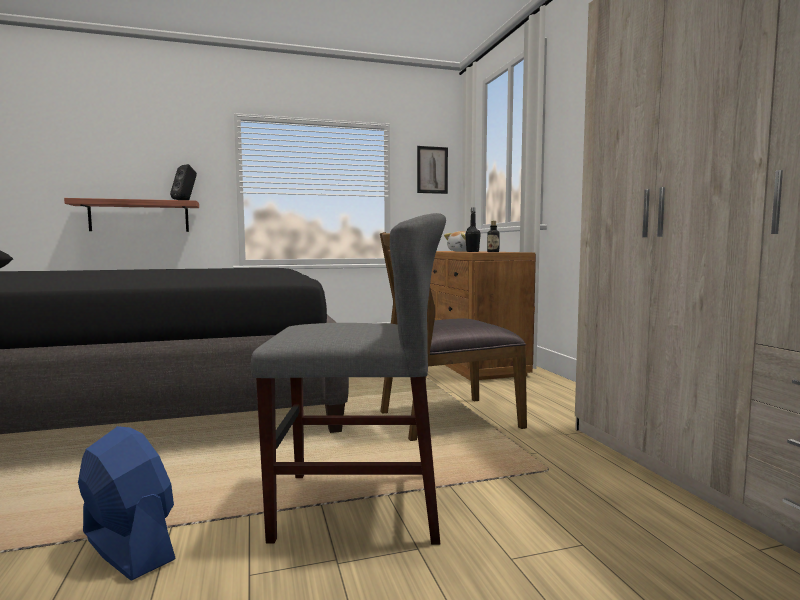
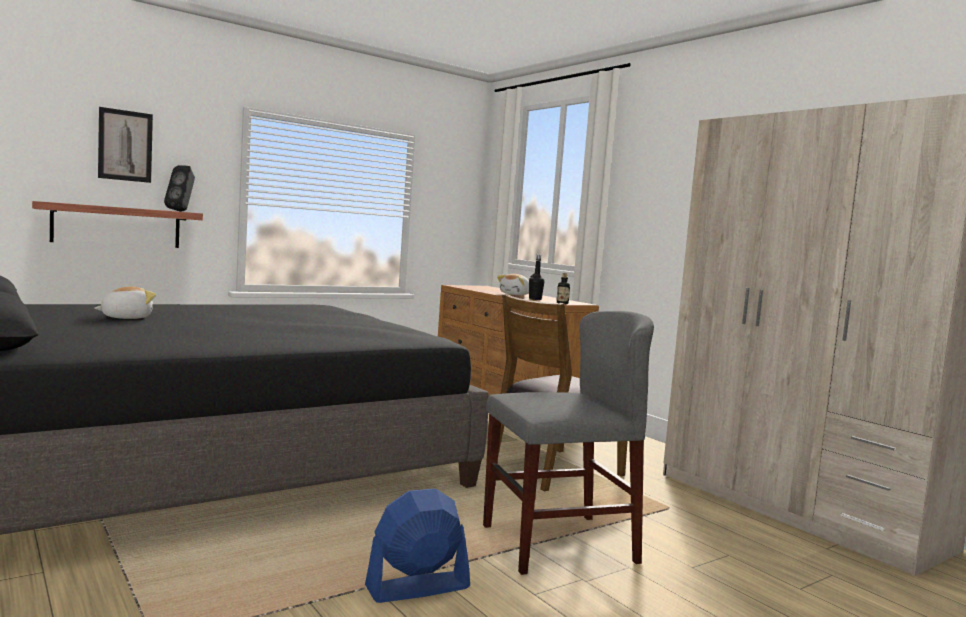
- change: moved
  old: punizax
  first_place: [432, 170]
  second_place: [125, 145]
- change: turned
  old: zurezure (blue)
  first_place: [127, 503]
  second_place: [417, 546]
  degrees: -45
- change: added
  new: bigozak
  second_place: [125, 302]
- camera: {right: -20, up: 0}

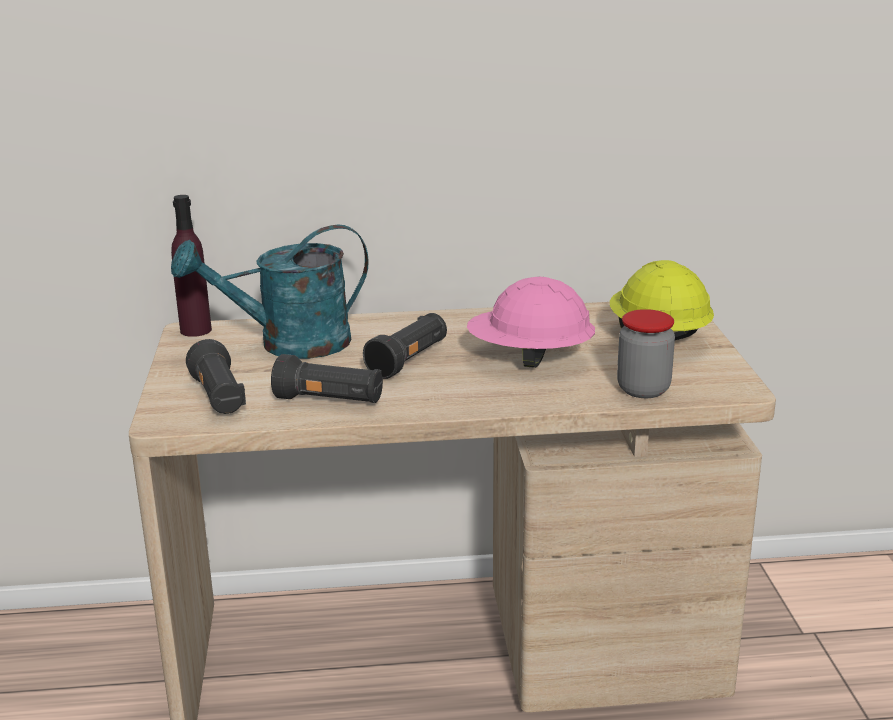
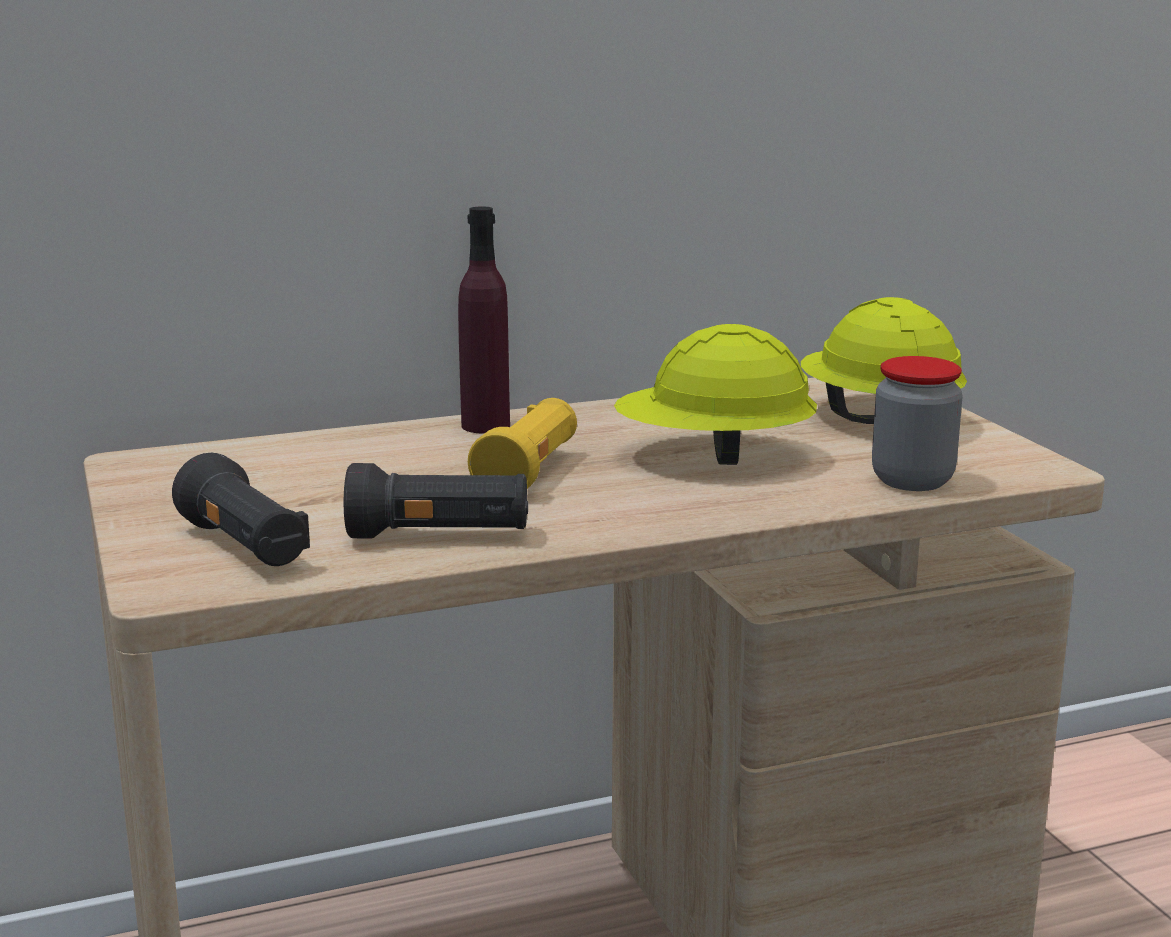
- change: moved
  old: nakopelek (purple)
  first_place: [191, 266]
  second_place: [484, 320]
- change: removed
  old: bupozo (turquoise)
  first_place: [270, 291]
- change: recoloured
  old: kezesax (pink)
  new: kezesax (yellow)
  first_place: [531, 322]
  second_place: [715, 394]
- change: recoloured
  old: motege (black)
  new: motege (yellow)
  first_place: [405, 346]
  second_place: [522, 443]
- camera: {right: -15, up: -5}

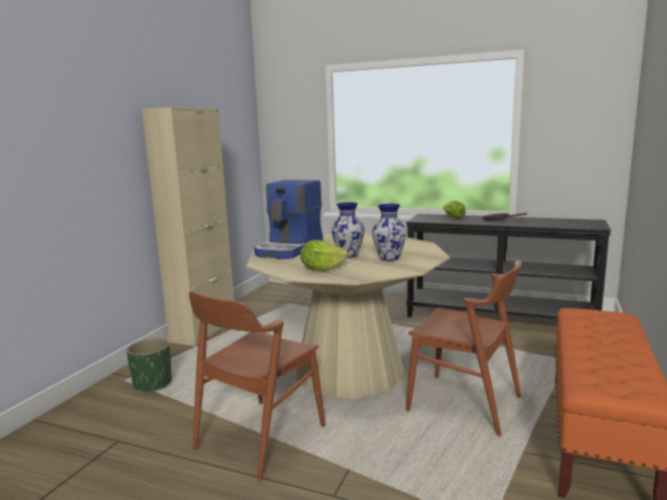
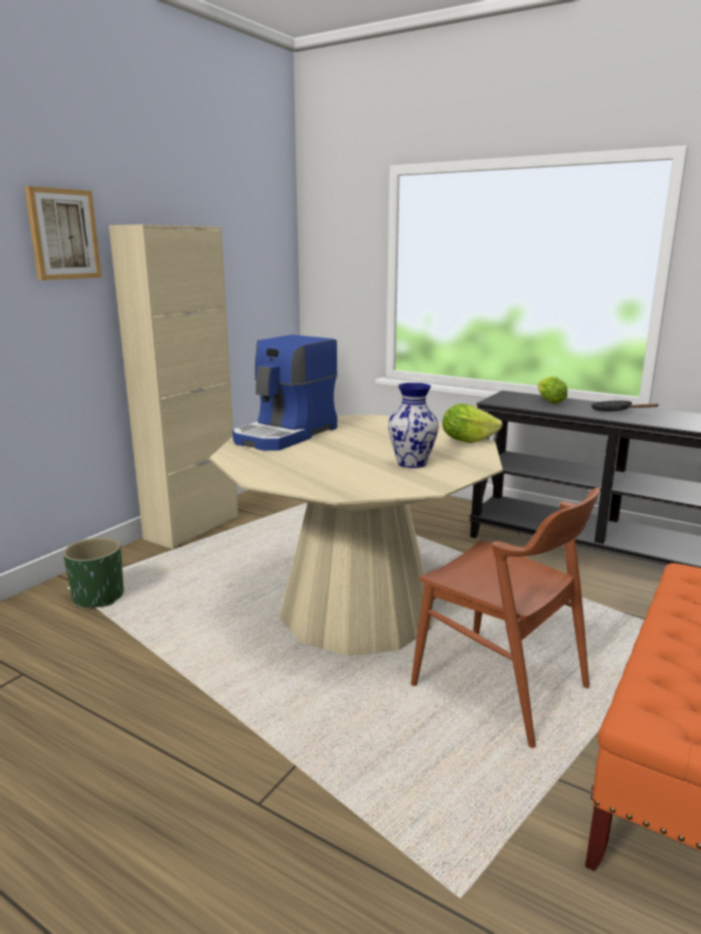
- change: removed
  old: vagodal
  first_place: [348, 230]
- change: moved
  old: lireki
  first_place: [324, 255]
  second_place: [473, 423]
- change: removed
  old: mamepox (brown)
  first_place: [257, 386]
- change: added
  new: punizax
  second_place: [63, 233]
- camera: {right: 10, up: 5}

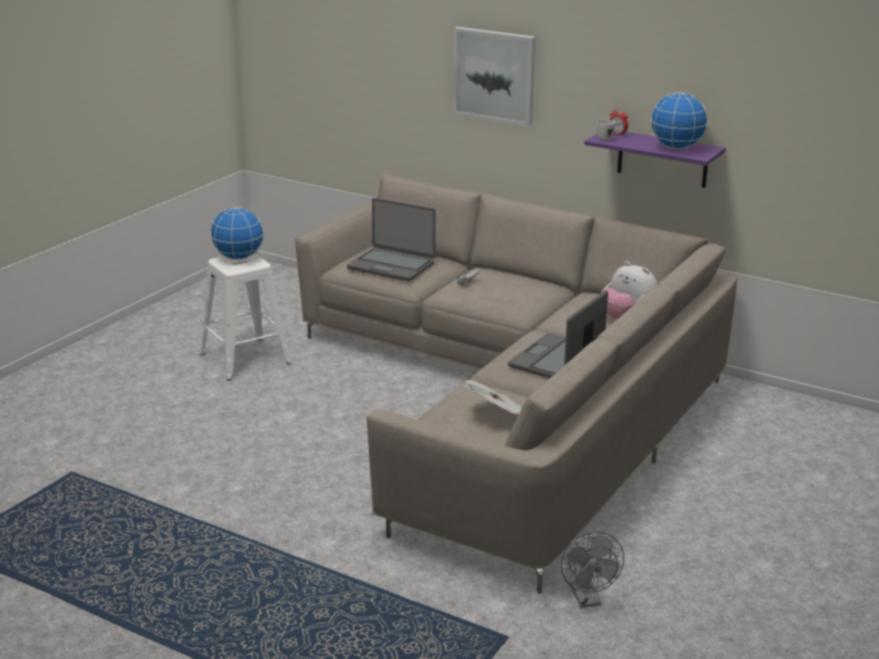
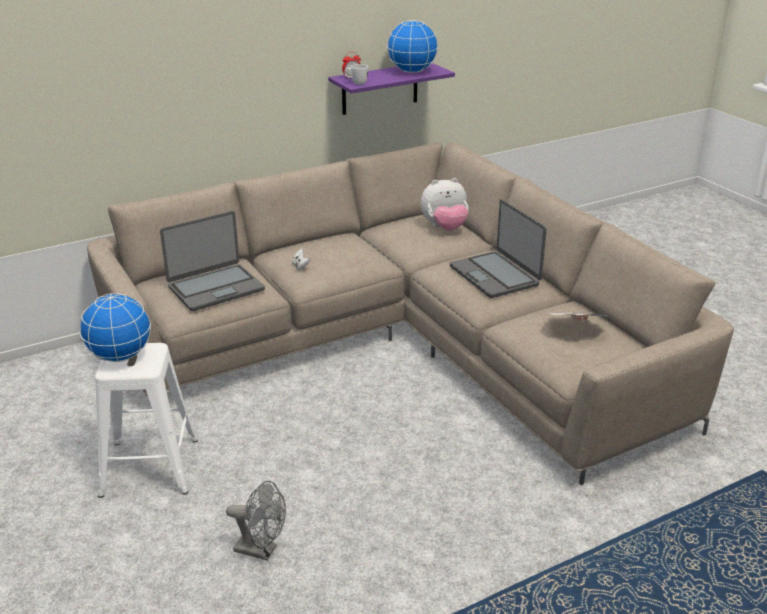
- change: removed
  old: punizax
  first_place: [494, 77]
- change: moved
  old: zurezure (grey)
  first_place: [592, 570]
  second_place: [256, 520]
- camera: {right: -60, up: 5}

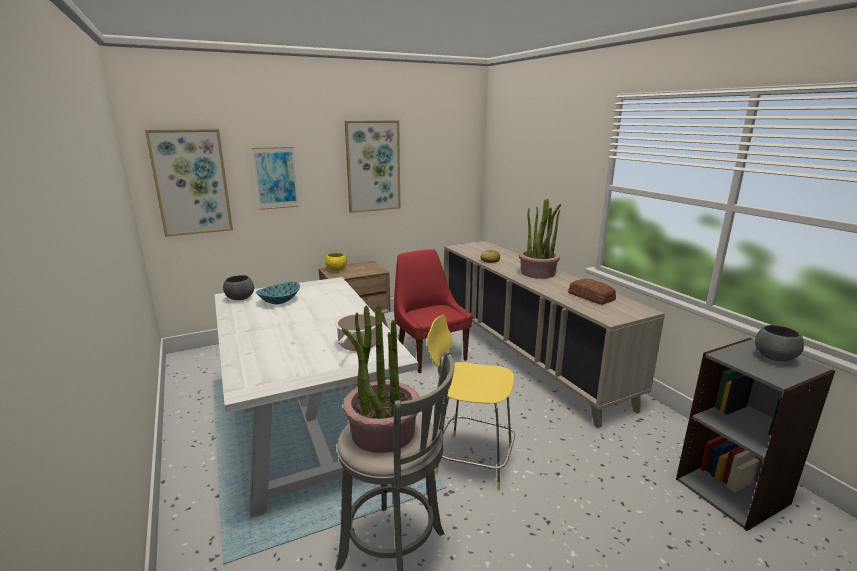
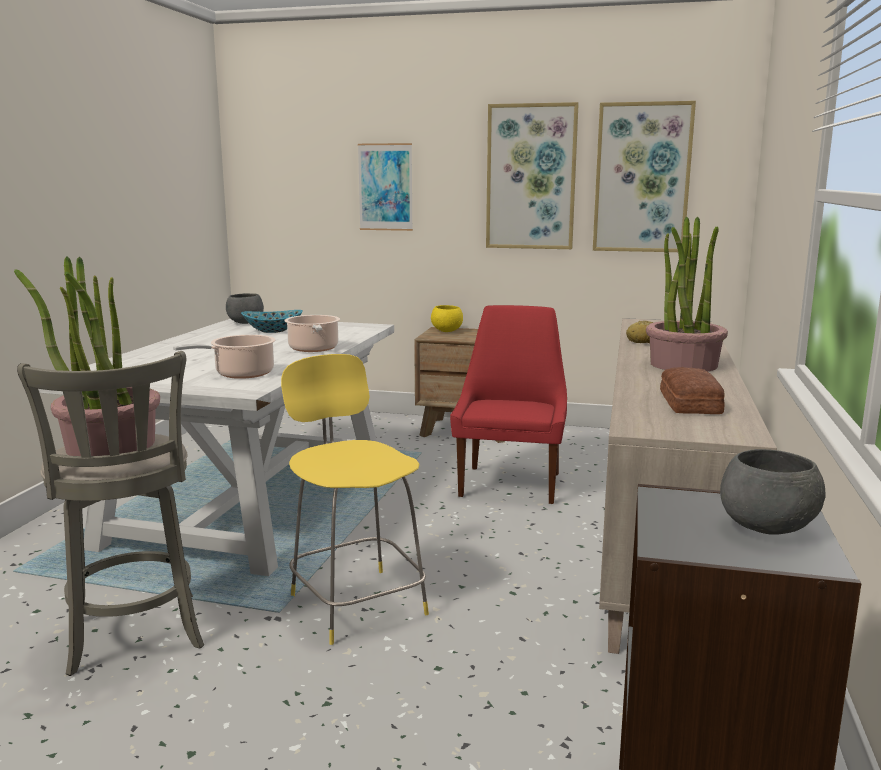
- change: moved
  old: punizax
  first_place: [189, 183]
  second_place: [644, 176]
- change: added
  new: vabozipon
  second_place: [312, 333]
- camera: {right: 40, up: -5}

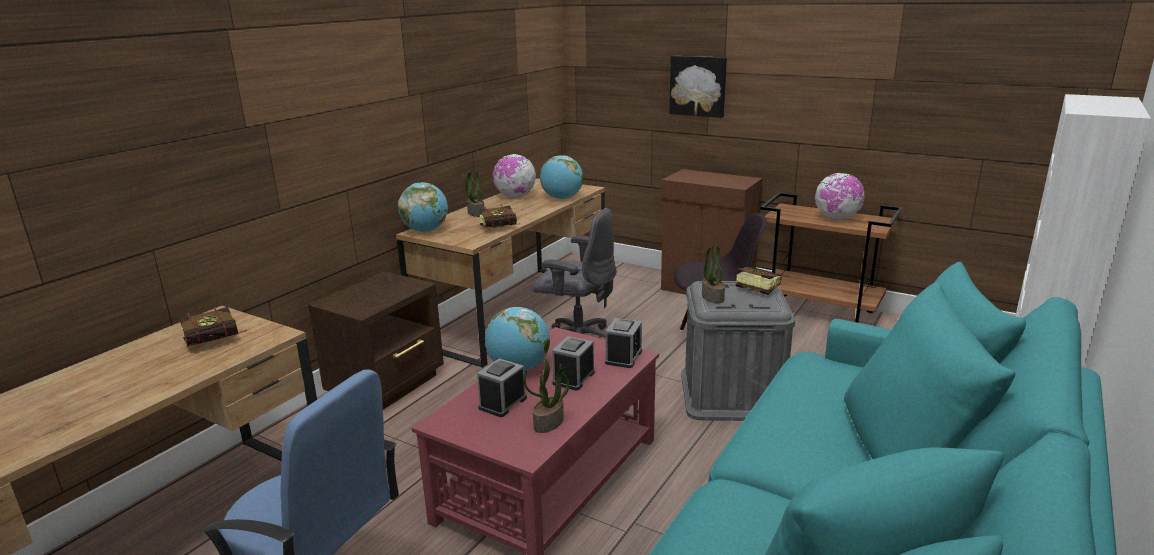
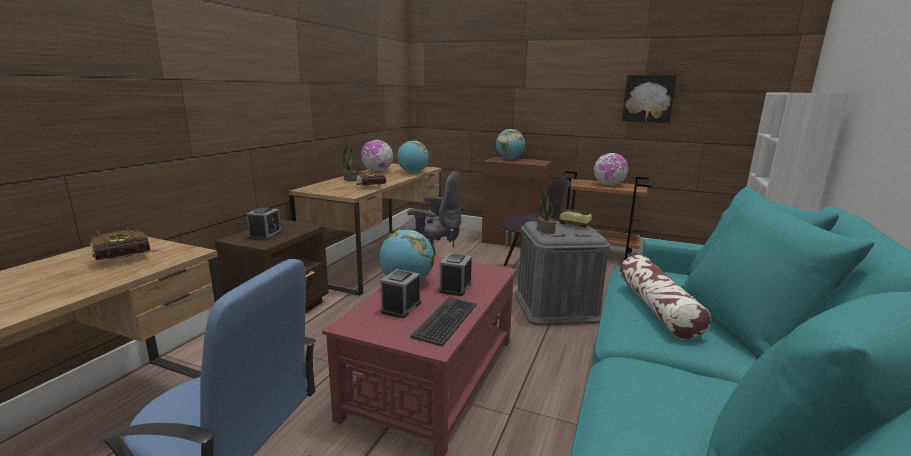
- change: moved
  old: punizax
  first_place: [698, 87]
  second_place: [649, 99]
- change: moved
  old: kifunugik
  first_place: [423, 207]
  second_place: [510, 144]
- change: moved
  old: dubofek
  first_place: [623, 343]
  second_place: [264, 224]
- change: replaced
  old: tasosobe
  new: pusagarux
  first_place: [546, 396]
  second_place: [443, 322]
- change: added
  new: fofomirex
  second_place: [665, 297]
- camera: {right: -10, up: -5}

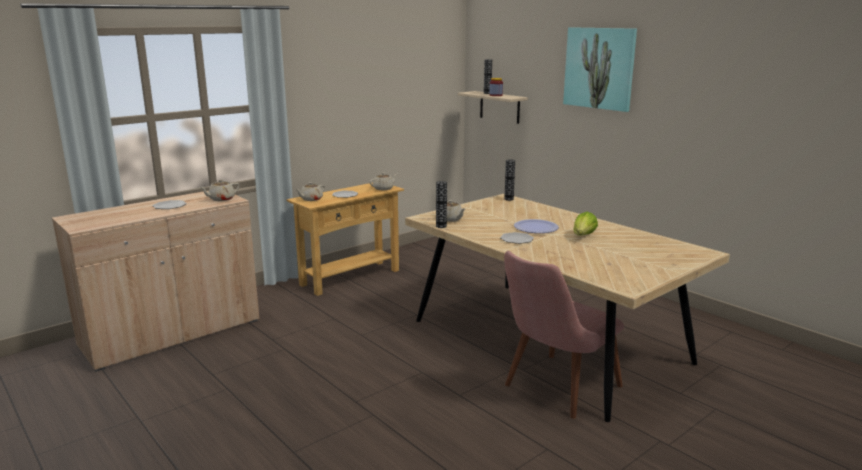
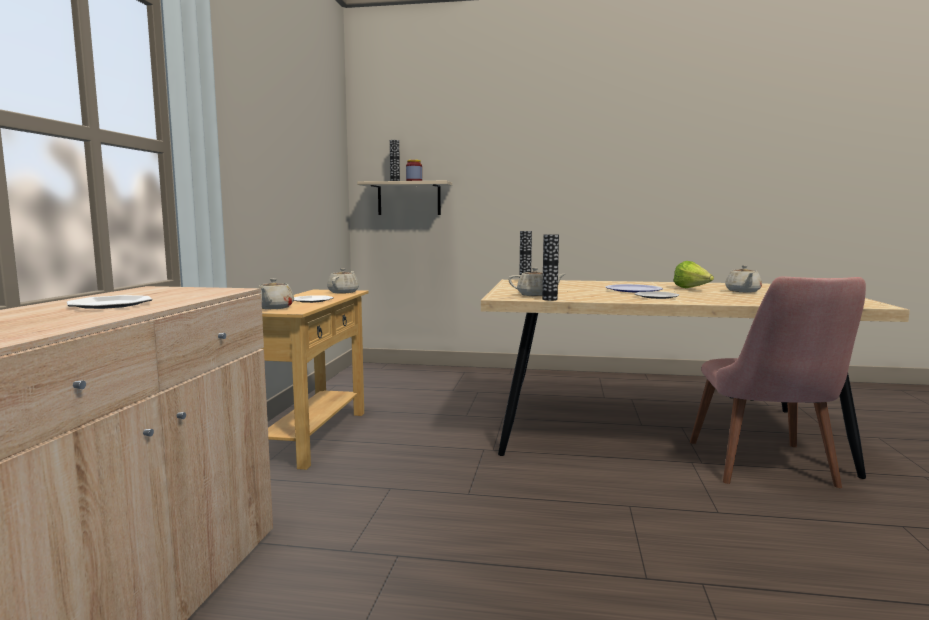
- change: removed
  old: punizax
  first_place: [600, 69]
- change: moved
  old: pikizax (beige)
  first_place: [219, 190]
  second_place: [743, 278]
- camera: {right: -40, up: -10}

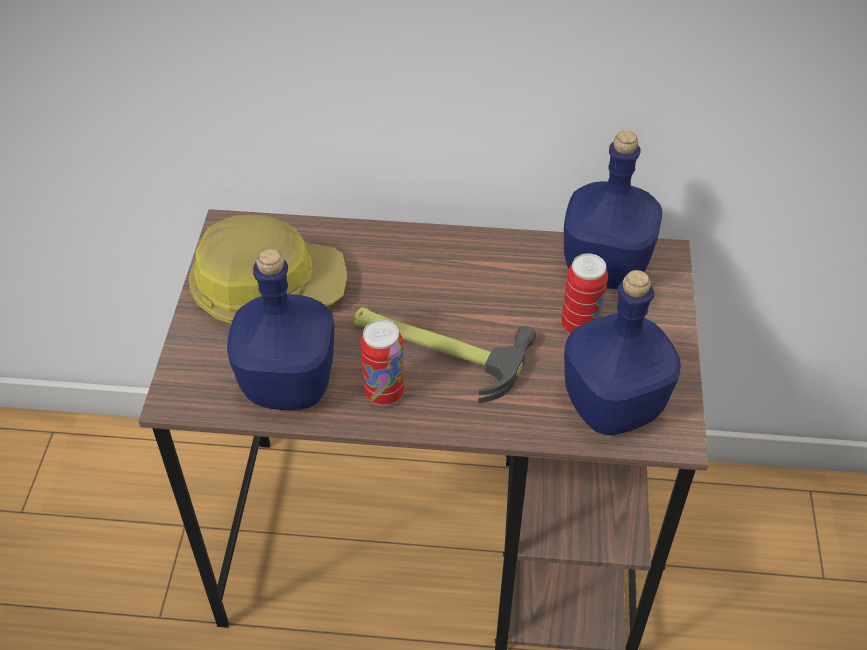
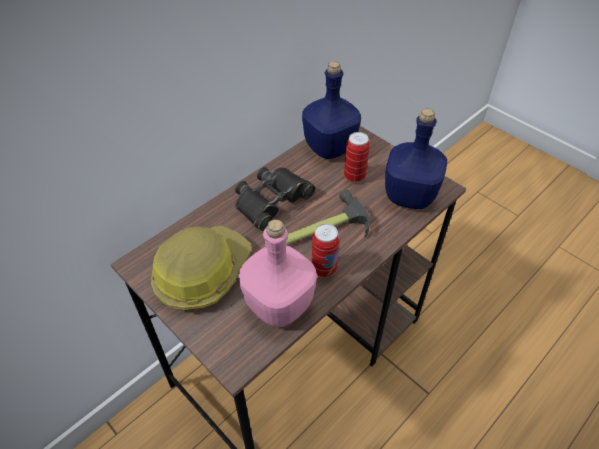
- change: recoloured
  old: nakopelek (blue)
  new: nakopelek (pink)
  first_place: [280, 329]
  second_place: [278, 273]
- change: added
  new: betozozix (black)
  second_place: [275, 199]
- camera: {right: -50, up: 0}

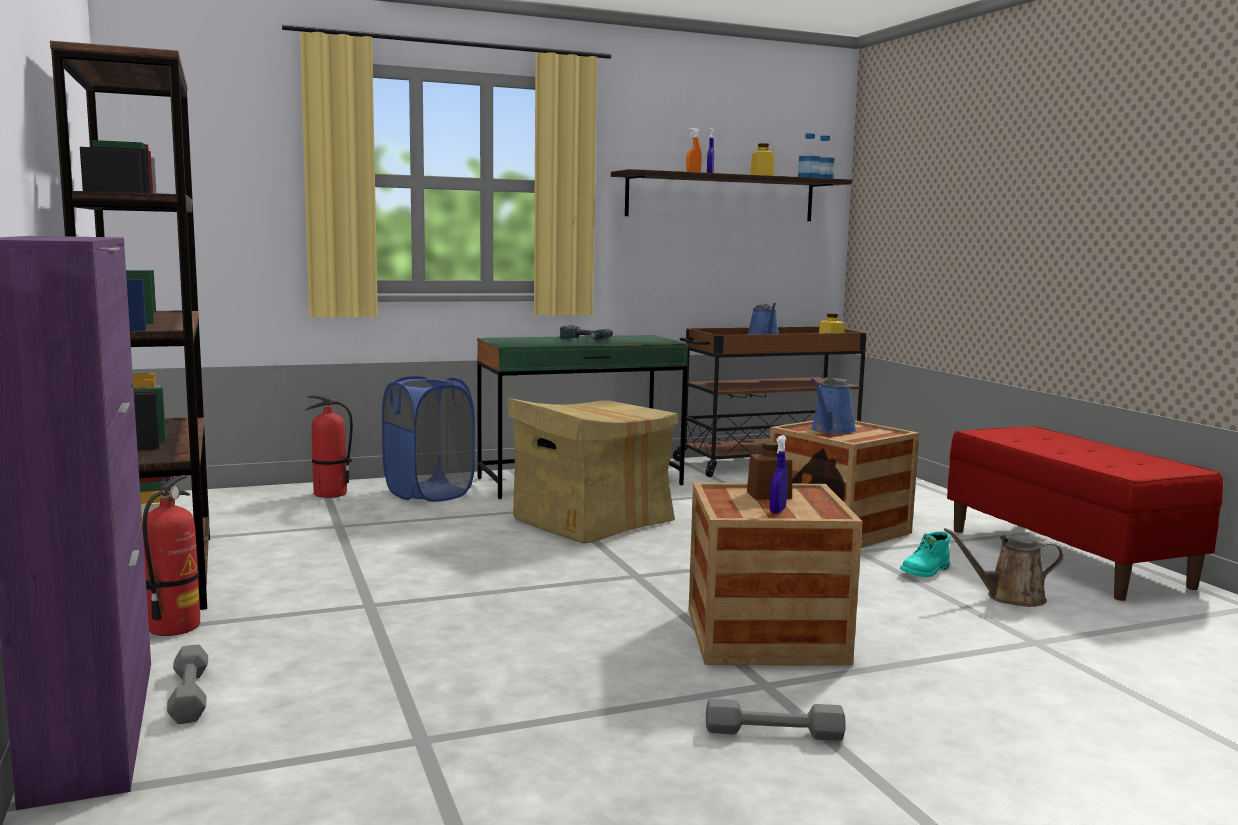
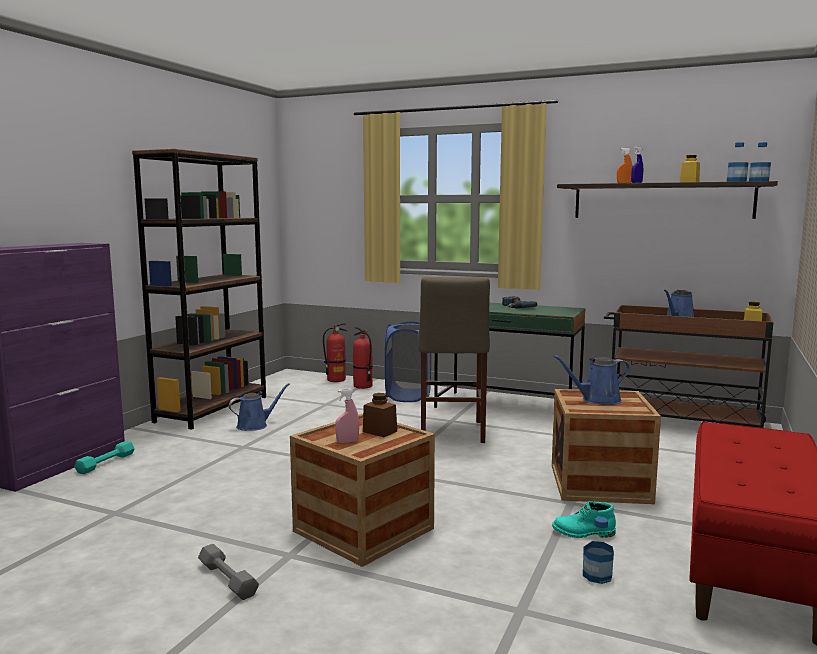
- change: replaced
  old: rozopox
  new: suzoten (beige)
  first_place: [592, 470]
  second_place: [454, 360]
- change: recoloured
  old: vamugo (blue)
  new: vamugo (pink)
  first_place: [779, 474]
  second_place: [347, 416]
- change: moved
  old: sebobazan
  first_place: [171, 555]
  second_place: [335, 352]
- change: replaced
  old: bupozo (brown)
  new: nakopelek
  first_place: [1004, 567]
  second_place: [598, 550]
- change: recoloured
  old: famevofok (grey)
  new: famevofok (turquoise)
  first_place: [187, 684]
  second_place: [104, 457]
- change: added
  new: bupozo (blue)
  second_place: [259, 407]
- camera: {right: 45, up: 0}

